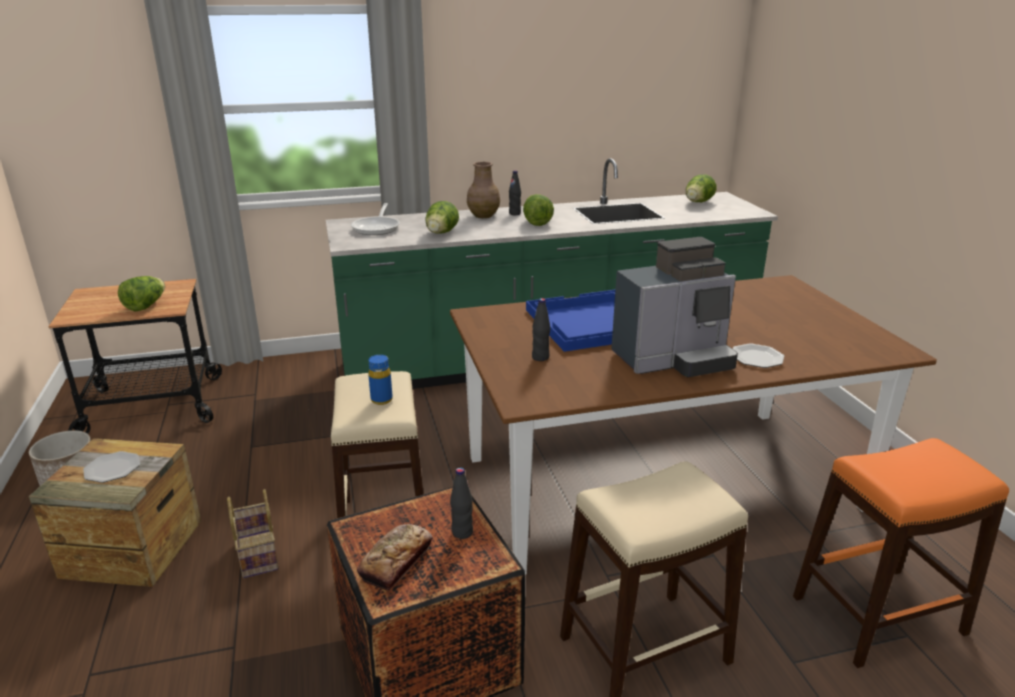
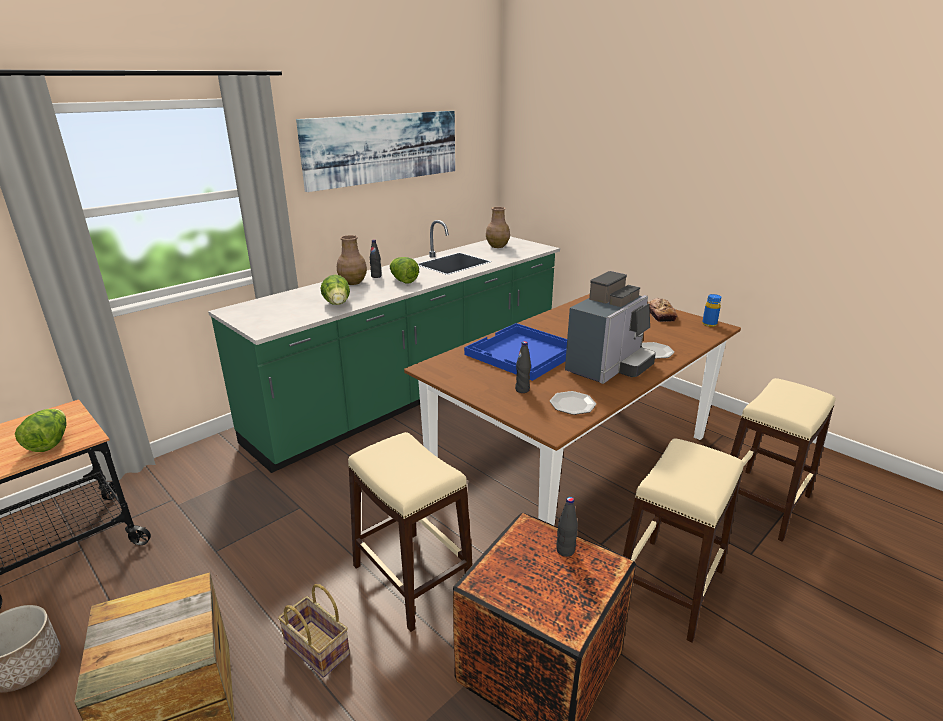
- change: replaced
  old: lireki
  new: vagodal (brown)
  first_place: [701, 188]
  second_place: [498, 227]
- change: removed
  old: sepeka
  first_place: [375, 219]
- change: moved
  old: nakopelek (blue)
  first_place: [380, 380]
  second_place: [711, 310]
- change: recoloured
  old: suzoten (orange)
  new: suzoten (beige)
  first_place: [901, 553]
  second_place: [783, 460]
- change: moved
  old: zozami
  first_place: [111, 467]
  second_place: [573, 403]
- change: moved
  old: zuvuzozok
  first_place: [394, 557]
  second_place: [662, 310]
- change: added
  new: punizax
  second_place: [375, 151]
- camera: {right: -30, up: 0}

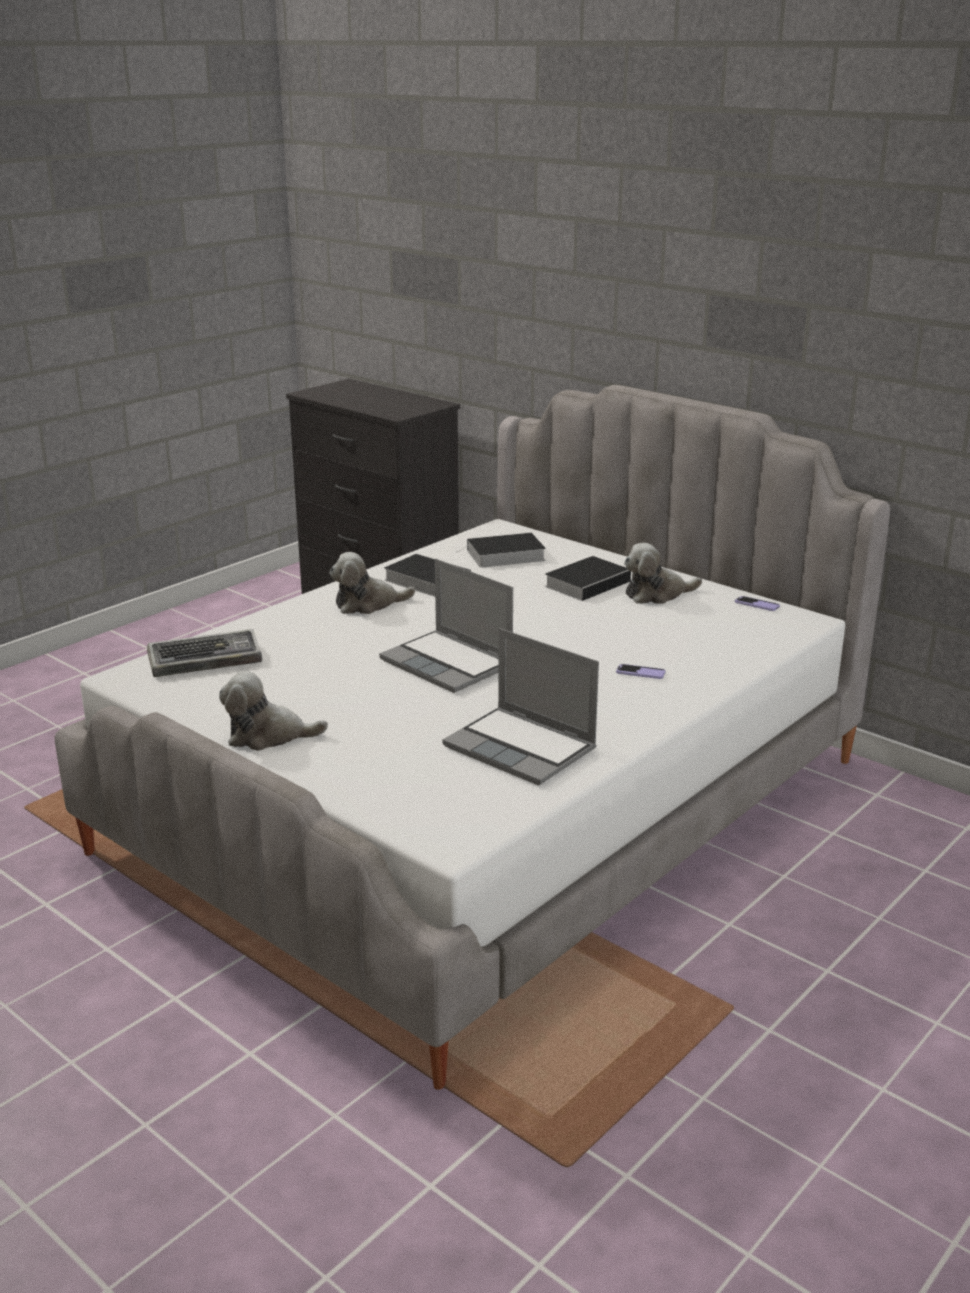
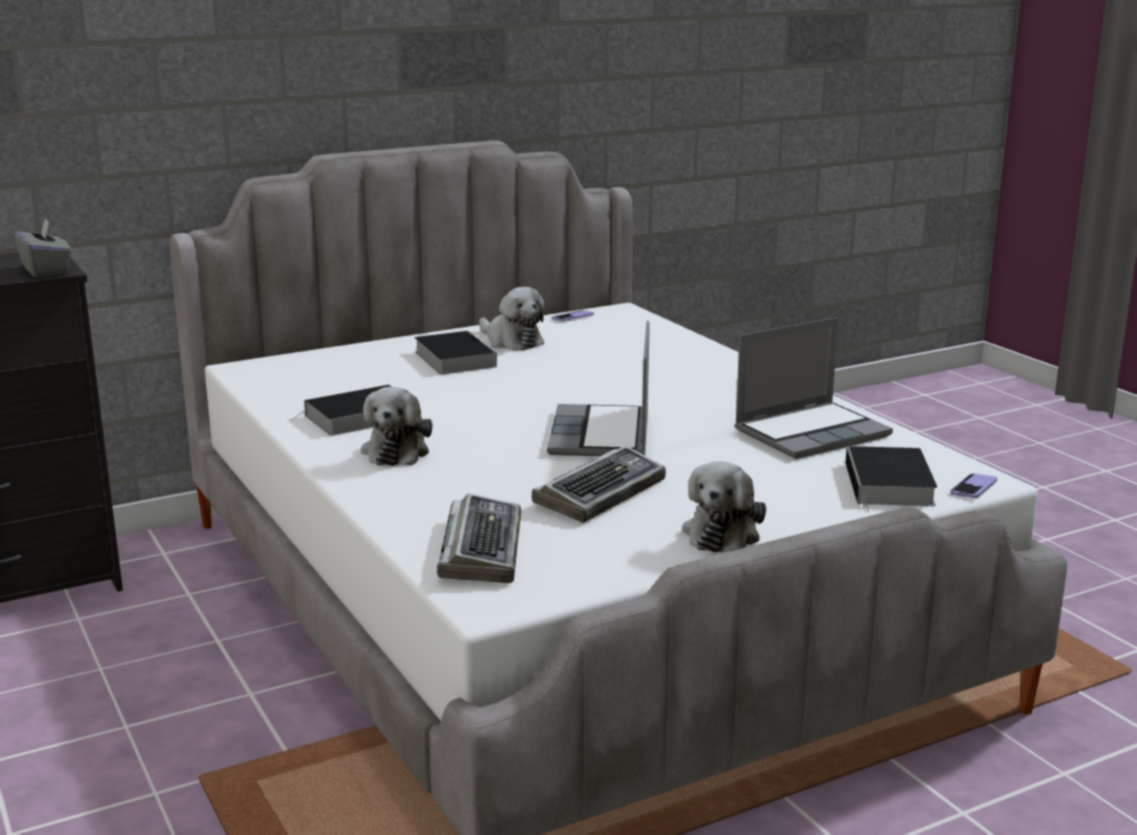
- change: moved
  old: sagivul
  first_place: [501, 550]
  second_place: [891, 479]
- change: turned
  old: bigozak
  first_place: [663, 573]
  second_place: [512, 318]
  degrees: -45
- change: turned
  old: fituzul
  first_place: [446, 626]
  second_place: [598, 388]
  degrees: 120
- change: moved
  old: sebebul
  first_place: [641, 671]
  second_place: [973, 486]
- change: added
  new: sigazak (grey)
  second_place: [43, 248]
- change: added
  new: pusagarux
  second_place: [598, 484]
- camera: {right: -70, up: -5}

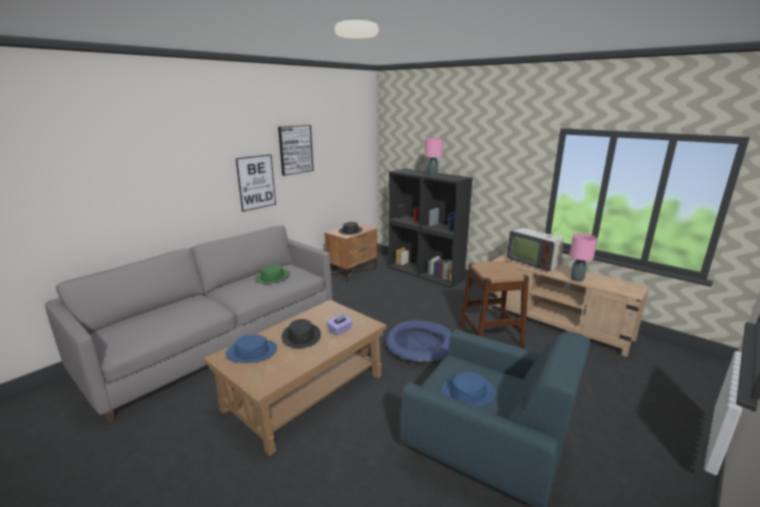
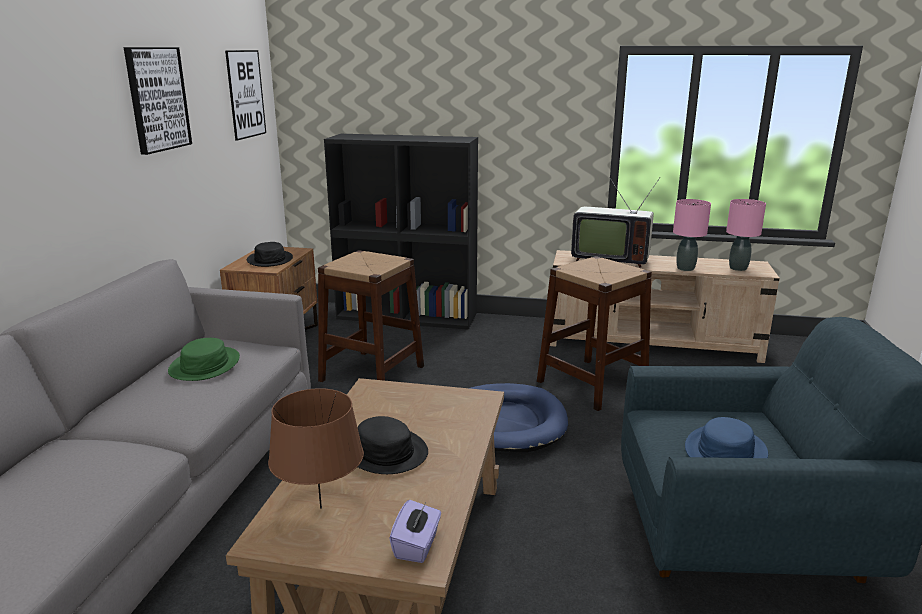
- change: moved
  old: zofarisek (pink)
  first_place: [434, 157]
  second_place: [746, 235]
- change: moved
  old: punizax
  first_place: [256, 183]
  second_place: [245, 95]
- change: moved
  old: sigazak (purple)
  first_place: [340, 324]
  second_place: [415, 531]
- change: replaced
  old: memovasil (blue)
  new: zofarisek (brown)
  first_place: [251, 348]
  second_place: [316, 448]
- change: added
  new: suzoten (brown)
  second_place: [371, 316]
- camera: {right: -30, up: 0}

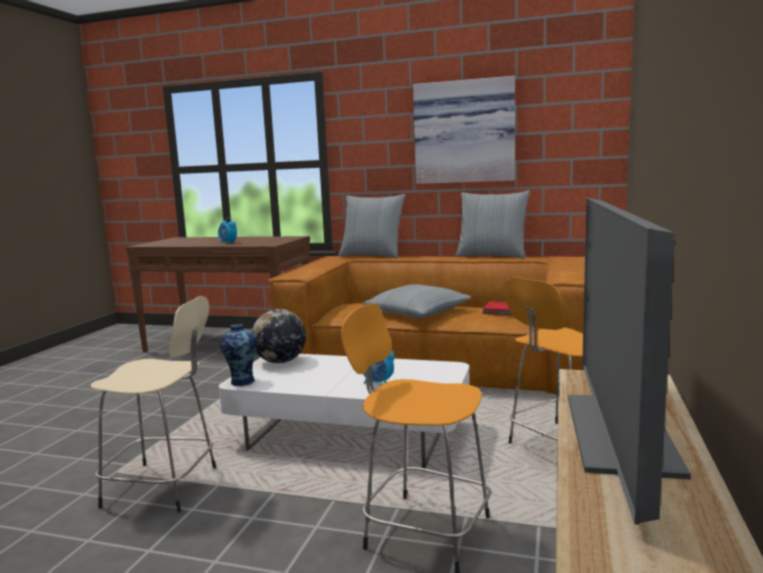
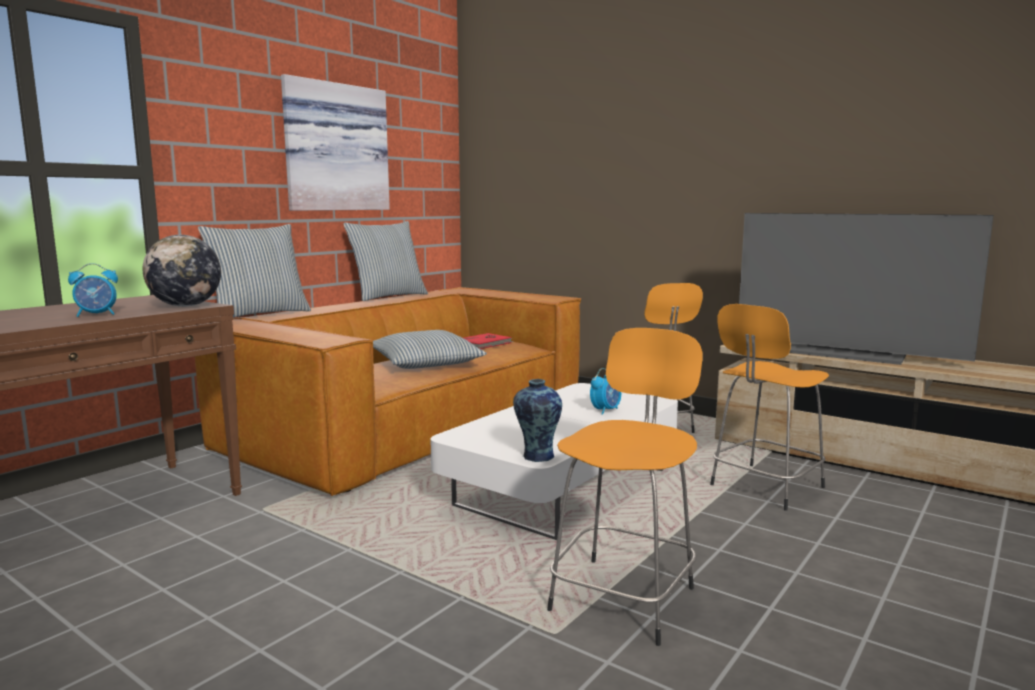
- change: recoloured
  old: suzoten (beige)
  new: suzoten (orange)
  first_place: [153, 404]
  second_place: [624, 487]
- change: moved
  old: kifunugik
  first_place: [279, 336]
  second_place: [182, 271]
- camera: {right: -70, up: 0}

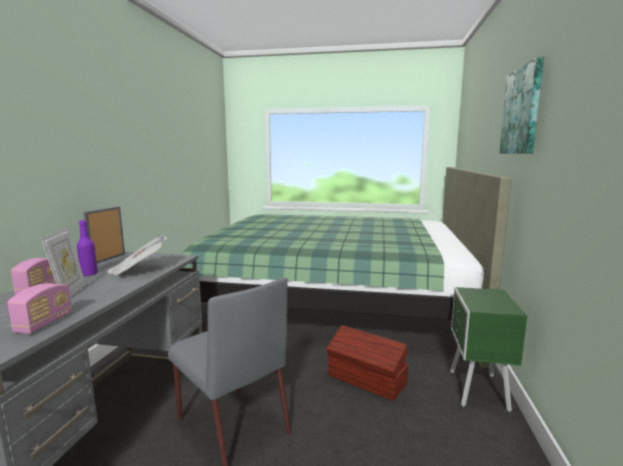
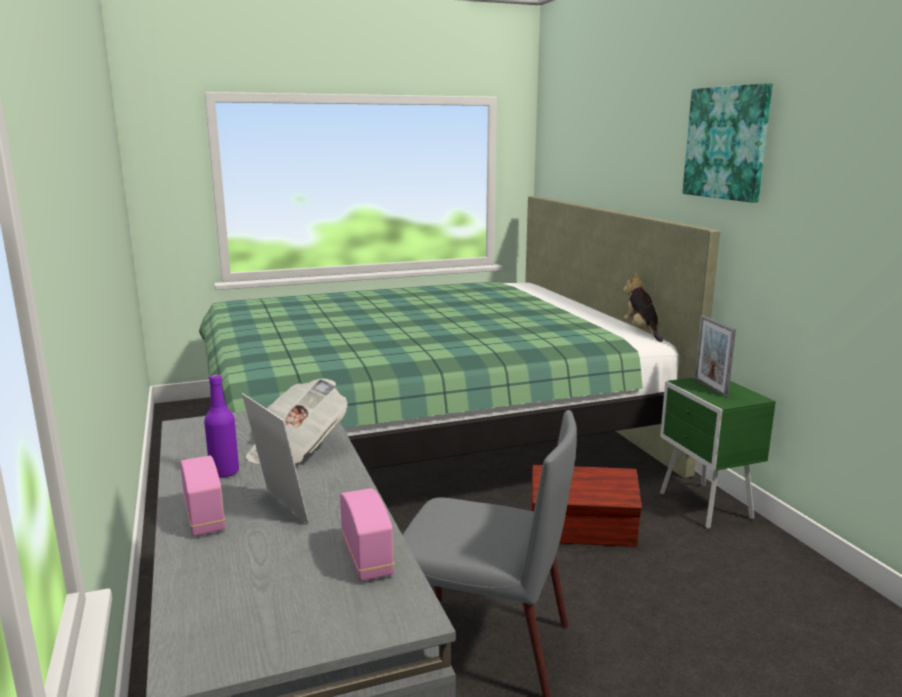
- change: moved
  old: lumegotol
  first_place: [104, 234]
  second_place: [715, 356]
- change: added
  new: bigozak
  second_place: [643, 308]
- camera: {right: -30, up: 5}

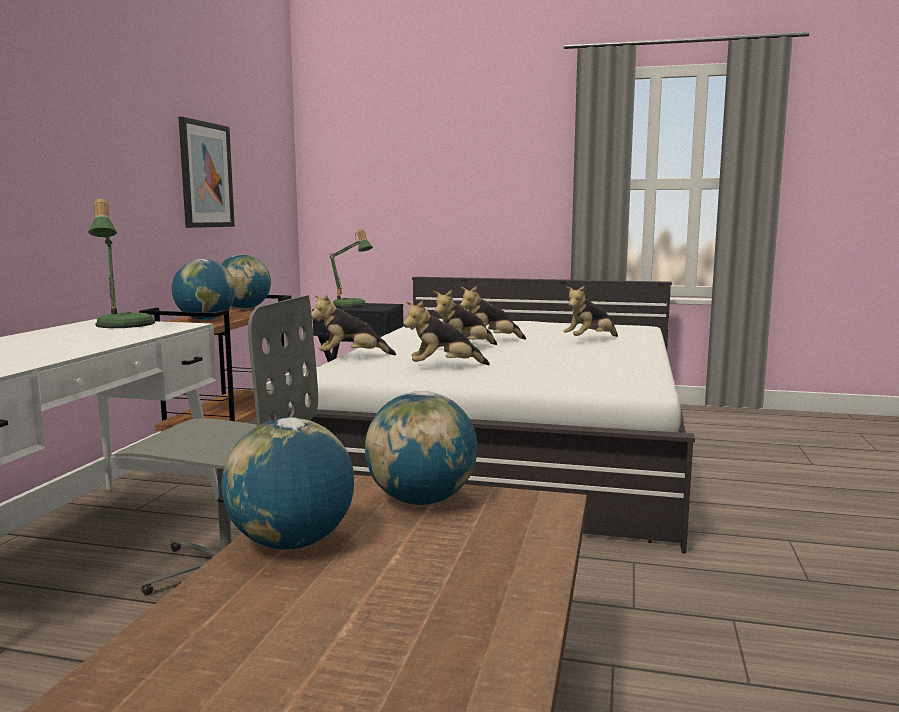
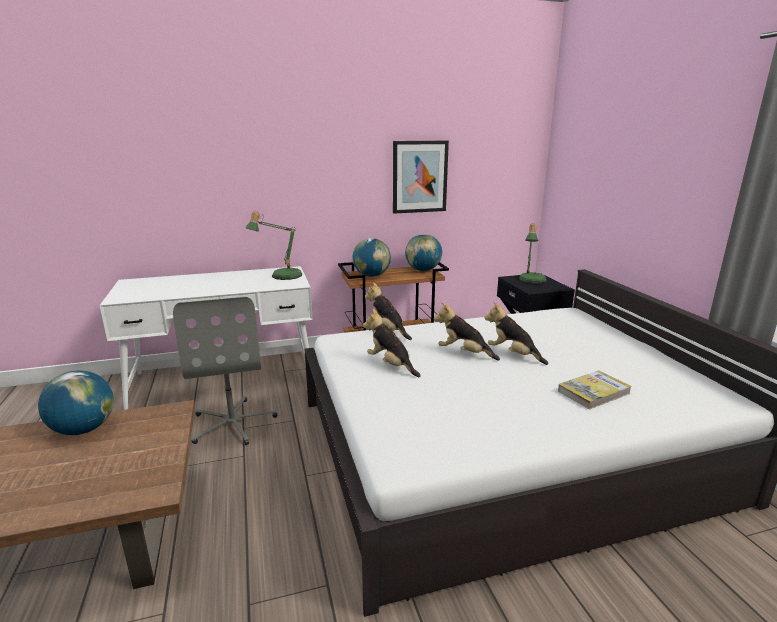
- change: replaced
  old: bigozak
  new: sagivul
  first_place: [590, 311]
  second_place: [595, 389]
- change: removed
  old: kifunugik
  first_place: [421, 448]
- camera: {right: 60, up: 10}

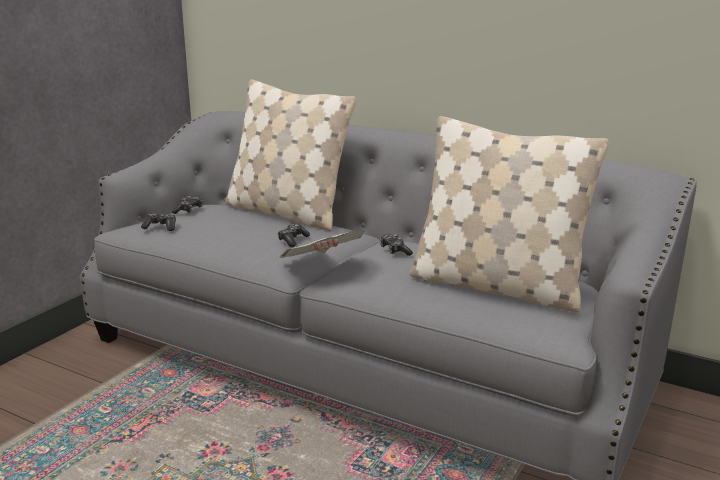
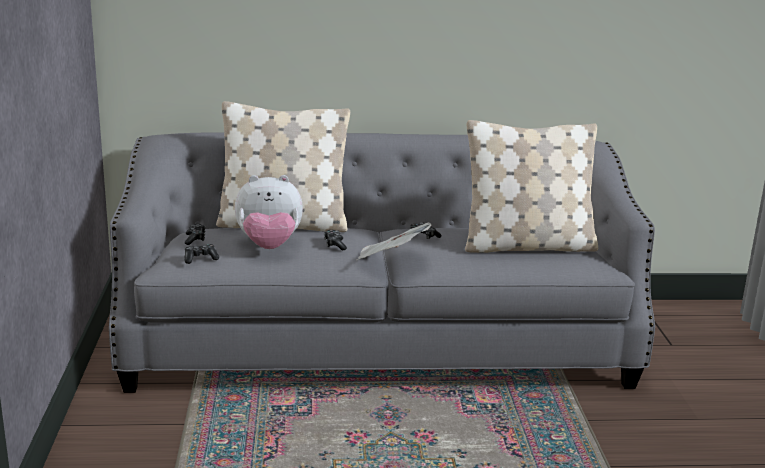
- change: added
  new: bigozak
  second_place: [269, 212]
- camera: {right: -35, up: 0}

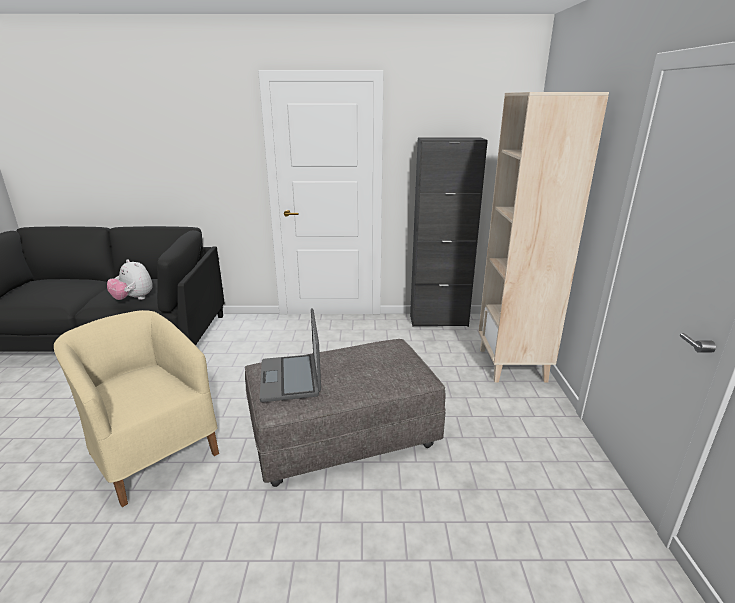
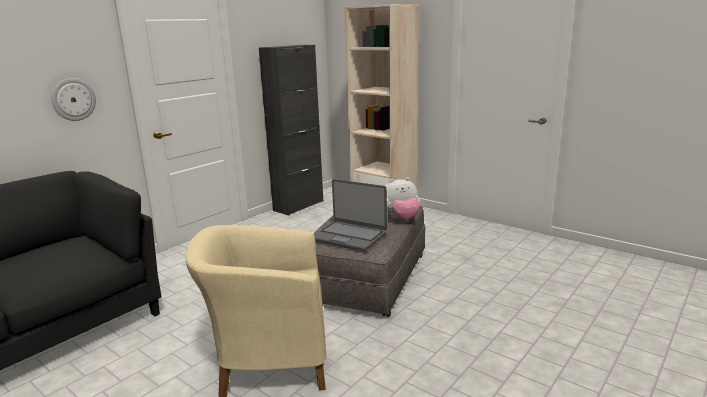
- change: moved
  old: bigozak
  first_place: [130, 279]
  second_place: [402, 198]
- change: added
  new: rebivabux
  second_place: [73, 99]
- camera: {right: -50, up: -5}

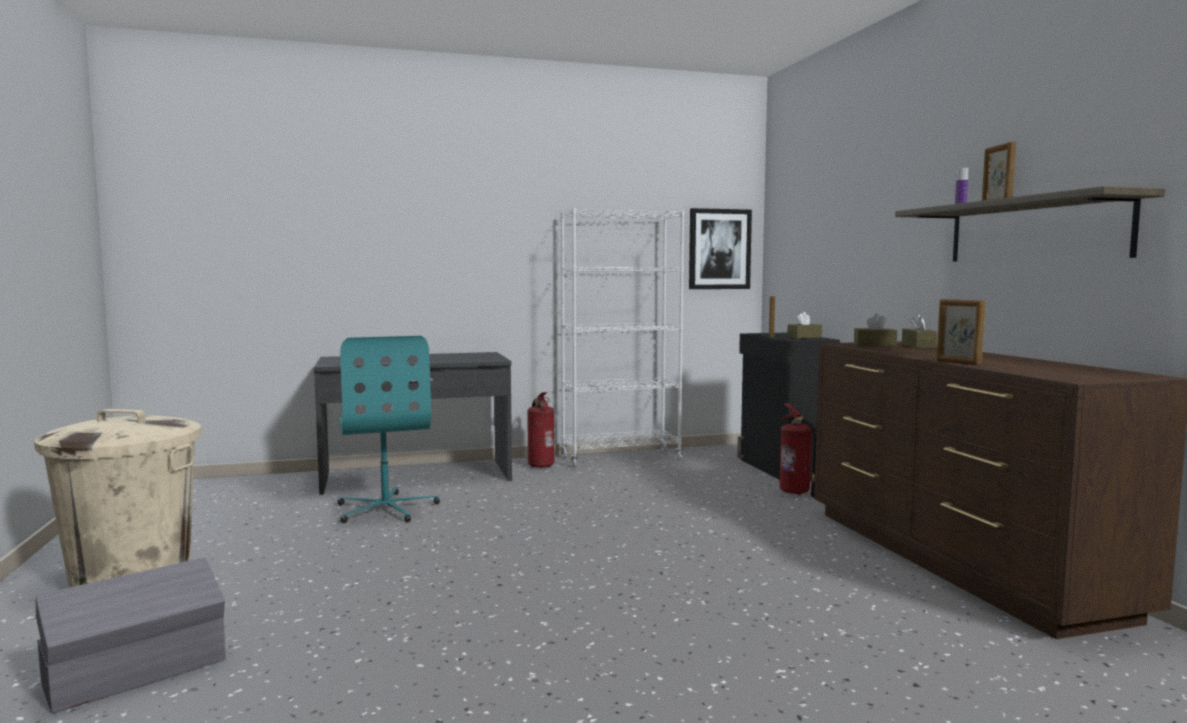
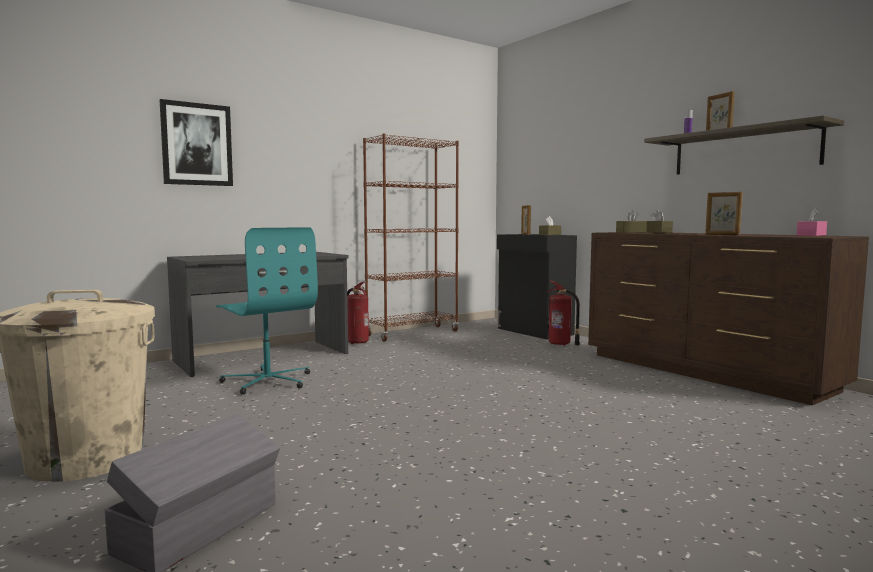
- change: recoloured
  old: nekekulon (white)
  new: nekekulon (brown)
  first_place: [622, 337]
  second_place: [411, 237]
- change: moved
  old: punizax
  first_place: [720, 248]
  second_place: [196, 142]
- change: added
  new: sigazak (pink)
  second_place: [812, 222]
- camera: {right: -20, up: 0}

